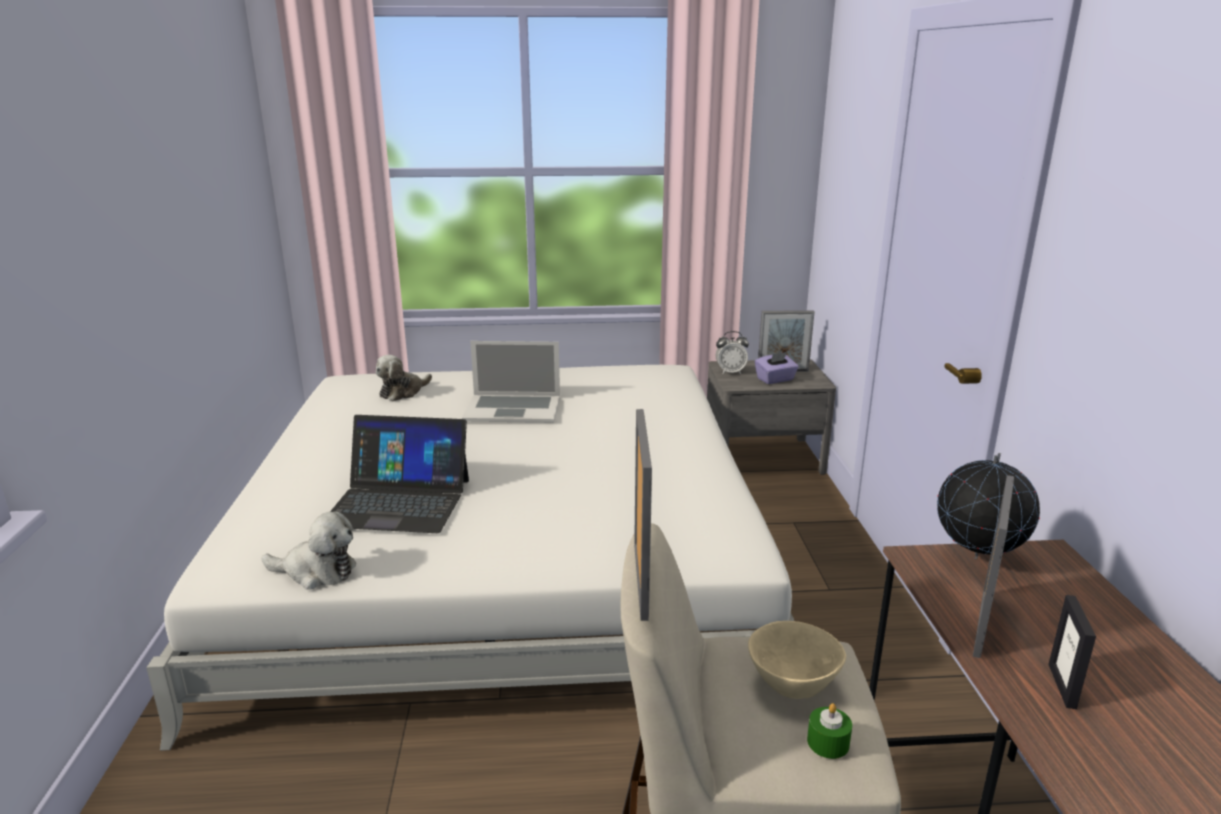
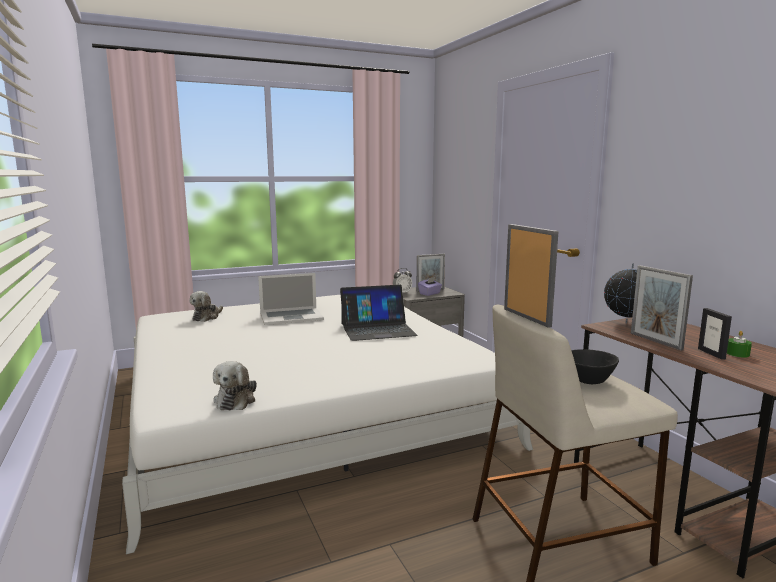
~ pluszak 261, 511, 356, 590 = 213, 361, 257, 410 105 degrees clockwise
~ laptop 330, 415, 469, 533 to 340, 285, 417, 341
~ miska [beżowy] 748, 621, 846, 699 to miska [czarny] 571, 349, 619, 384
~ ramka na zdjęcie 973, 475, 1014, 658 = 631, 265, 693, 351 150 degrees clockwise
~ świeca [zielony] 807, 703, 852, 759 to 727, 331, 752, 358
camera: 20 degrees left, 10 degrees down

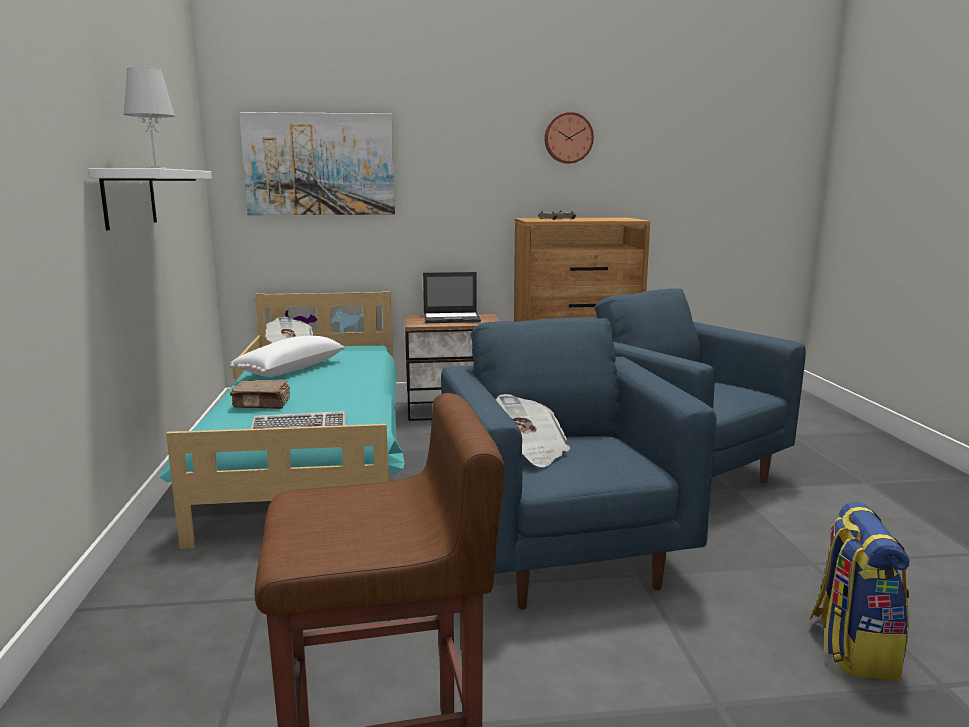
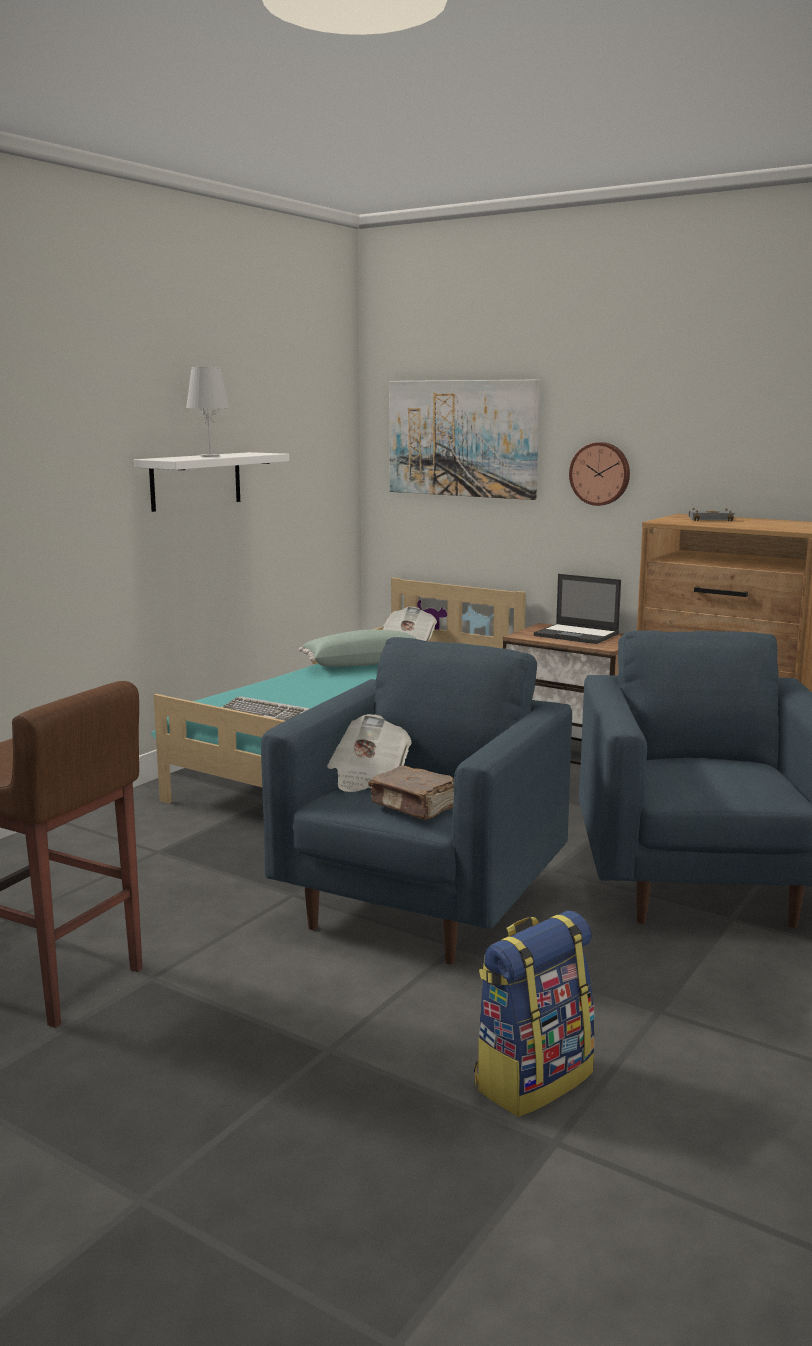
~ poduszka [biały] 230, 336, 344, 377 to poduszka [zielony] 299, 630, 416, 667
~ książka [brązowy] 230, 379, 290, 409 to 368, 766, 454, 820
~ zegar ścienny 544, 112, 594, 164 to 569, 442, 630, 506
camera: 40 degrees right, 0 degrees up

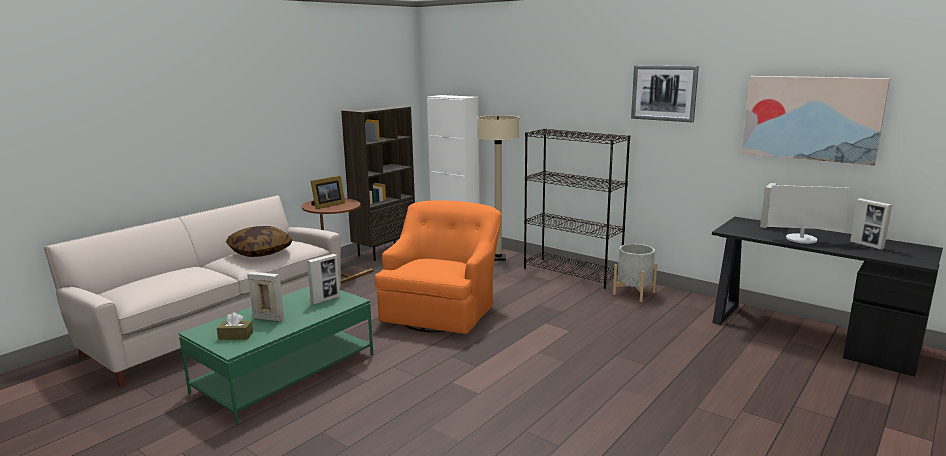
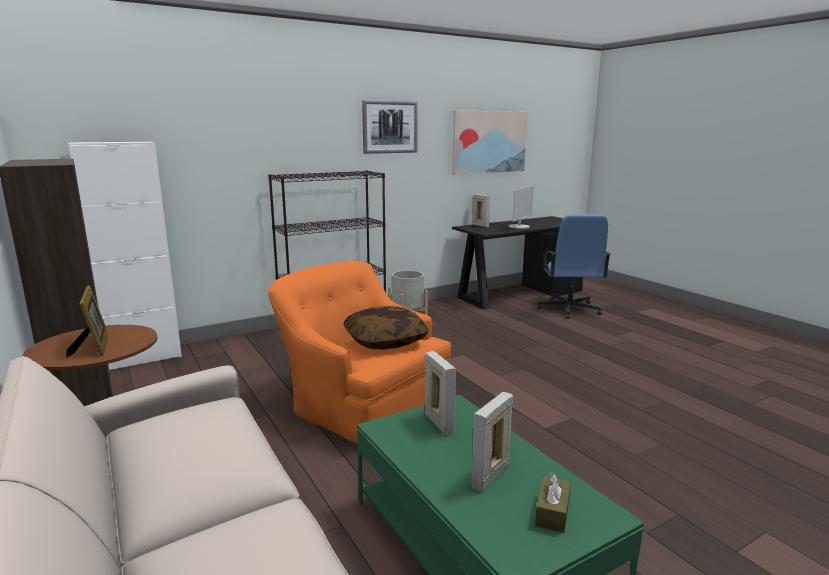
~ poduszka 226, 226, 293, 257 to 344, 306, 429, 349
+ krzesło biurowe [niebieski] 537, 214, 611, 319
- lampa stojąca [beżowy] 477, 115, 519, 261
- ramka na zdjęcie 850, 198, 893, 250
camera: 70 degrees left, 0 degrees up

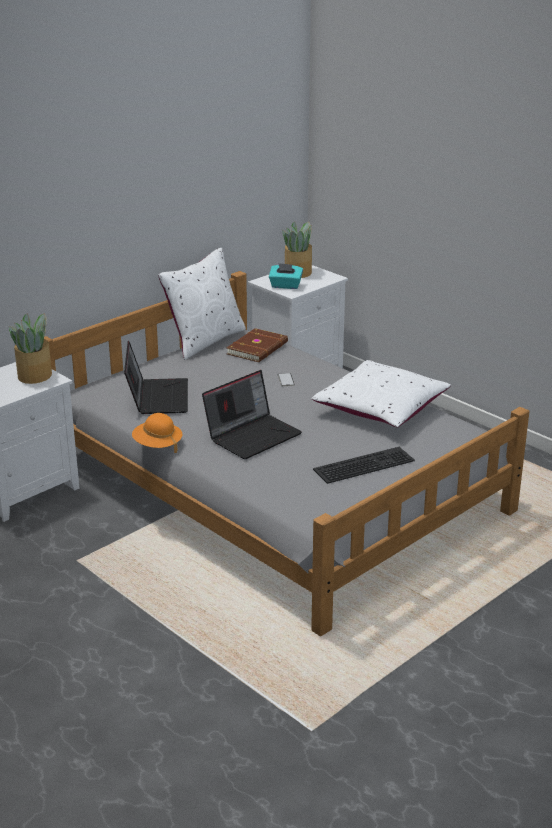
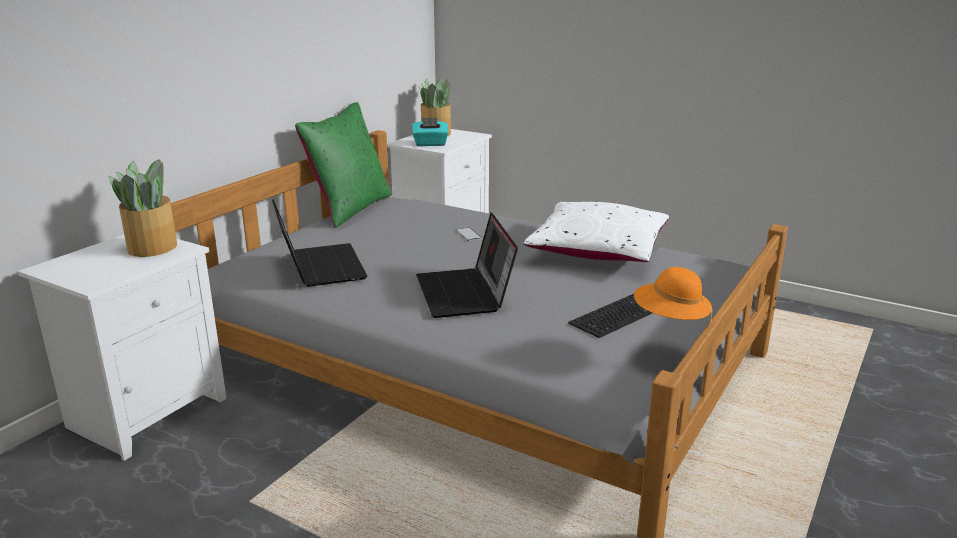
~ poduszka [biały] 158, 248, 246, 360 to poduszka [zielony] 295, 102, 391, 228
~ laptop 202, 370, 302, 459 = 416, 213, 518, 318 135 degrees clockwise
~ kapelusz [pomarańczowy] 132, 413, 182, 453 to 634, 267, 712, 326
- książka [brązowy] 227, 328, 288, 362
camera: 15 degrees left, 5 degrees down

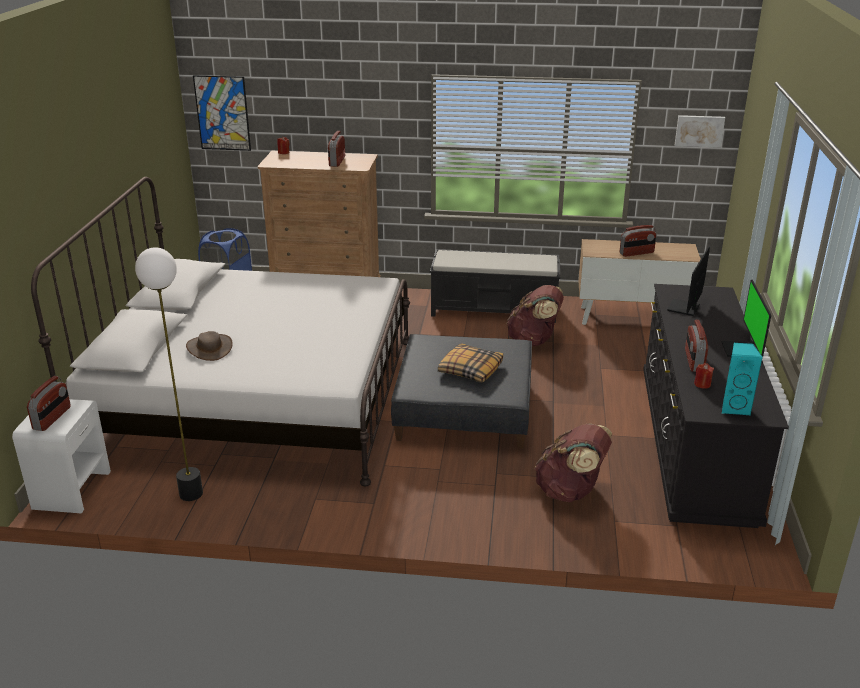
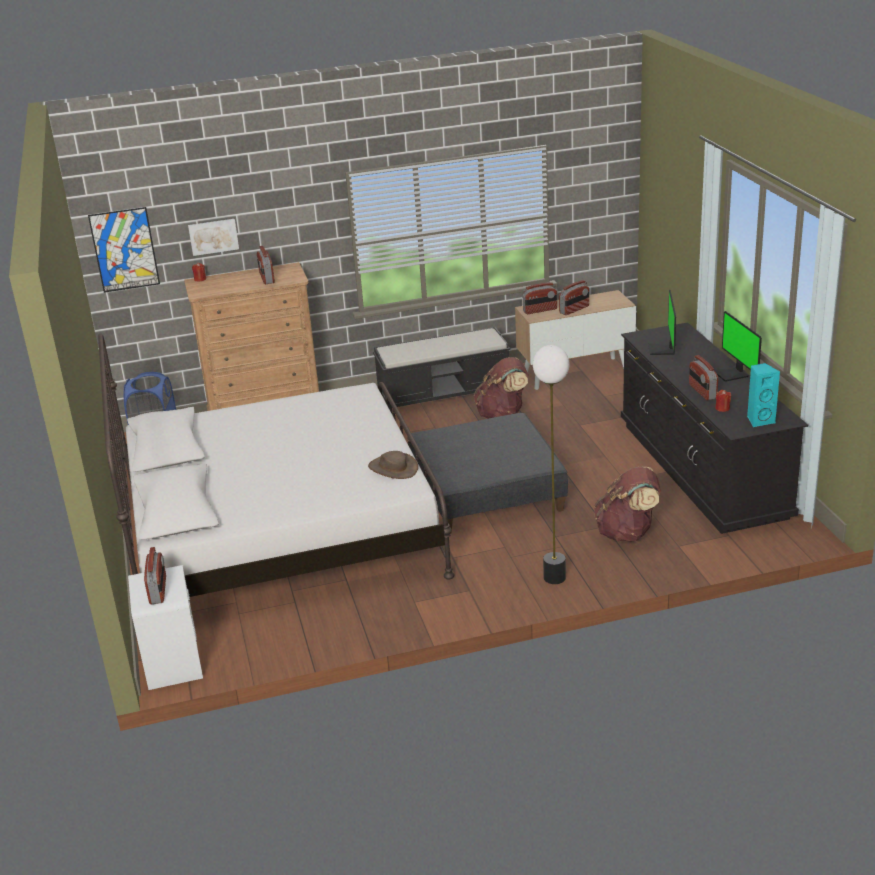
~ obraz 675, 115, 725, 148 to 188, 219, 239, 256
~ kapelusz [brązowy] 186, 331, 233, 361 to 368, 451, 418, 479
+ radio 522, 282, 558, 314
~ lampa stojąca 135, 247, 203, 501 to 533, 345, 570, 584
- poduszka 438, 343, 503, 383
camera: 20 degrees left, 0 degrees up

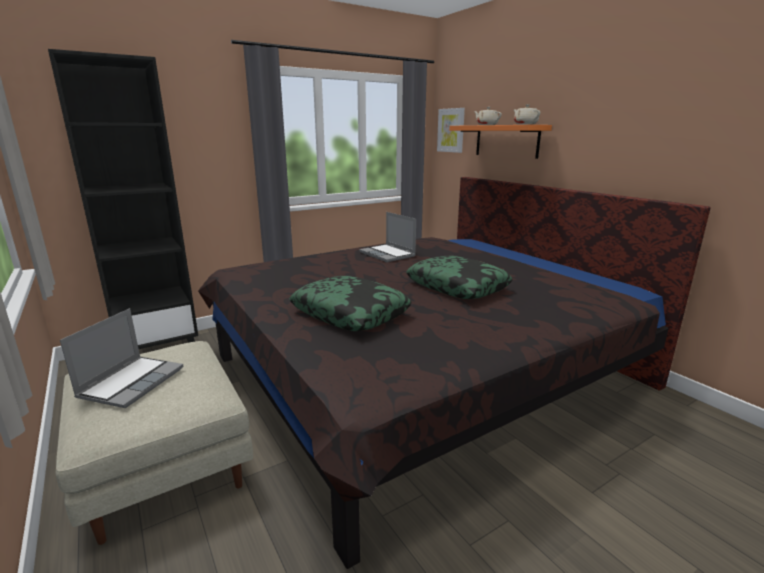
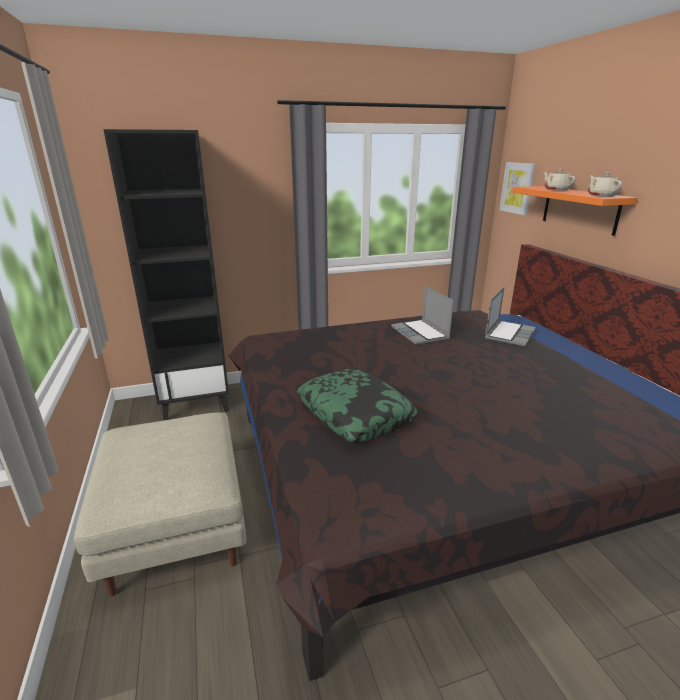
~ laptop 60, 308, 183, 408 to 485, 286, 536, 347
- poduszka 406, 255, 512, 299
camera: 15 degrees right, 5 degrees up

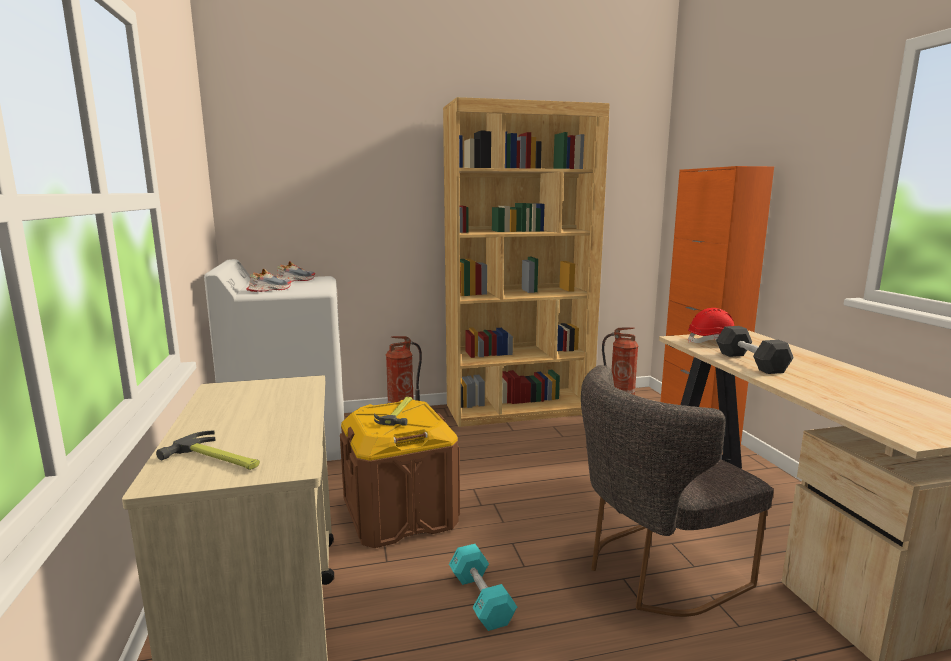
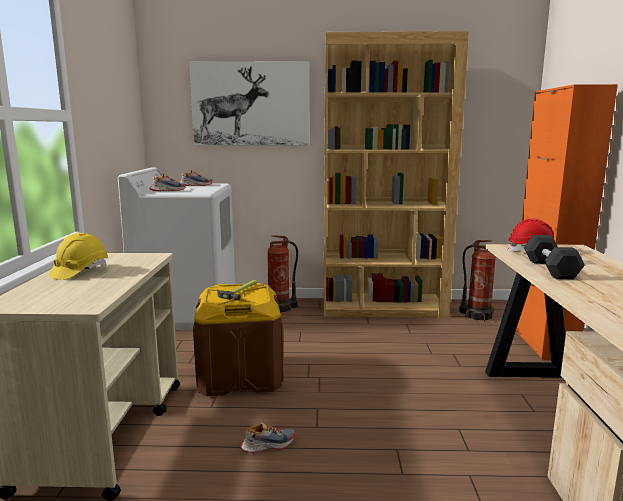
+ kask [żółty] 49, 233, 108, 280
+ obraz 189, 61, 309, 145
~ hantel [turkusowy] 449, 544, 517, 631 to but 240, 423, 295, 453
- młotek 156, 431, 260, 470
- krzesło [szary] 581, 365, 774, 617
camera: 15 degrees right, 0 degrees up

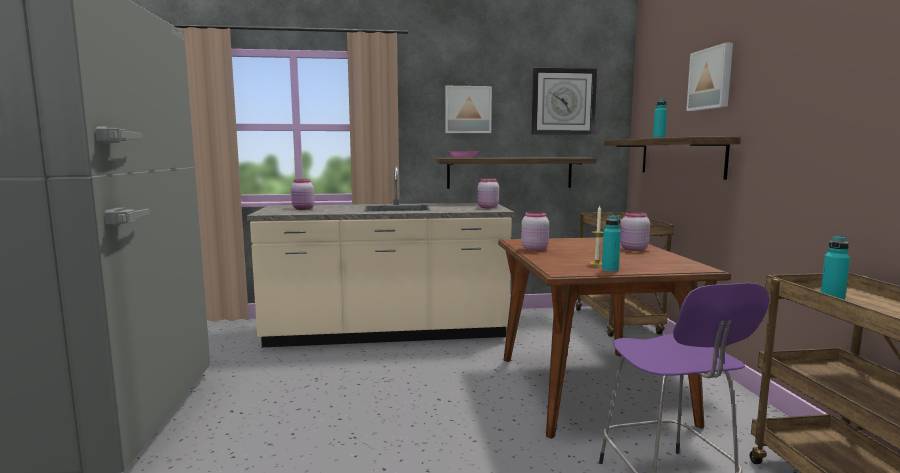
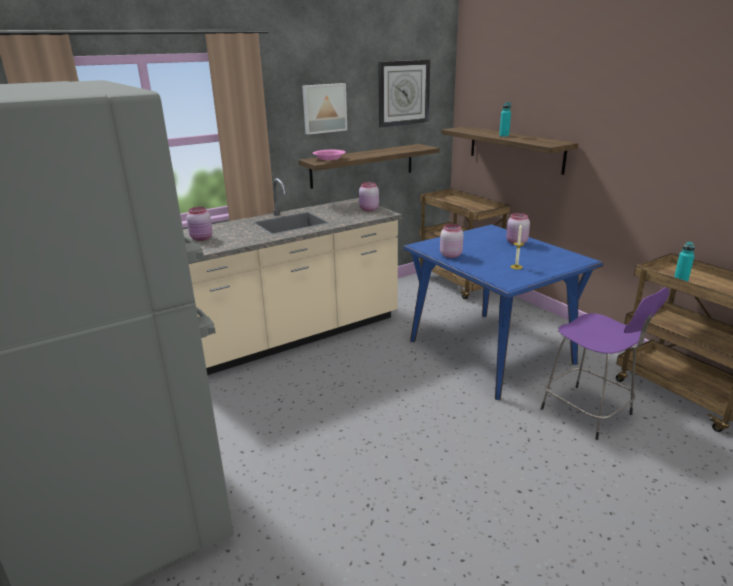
~ stół jadalny [brązowy] 498, 237, 731, 439 to stół jadalny [niebieski] 403, 224, 604, 400
- butelka [turkusowy] 602, 215, 621, 272
- obraz 686, 43, 733, 111
camera: 25 degrees left, 15 degrees up

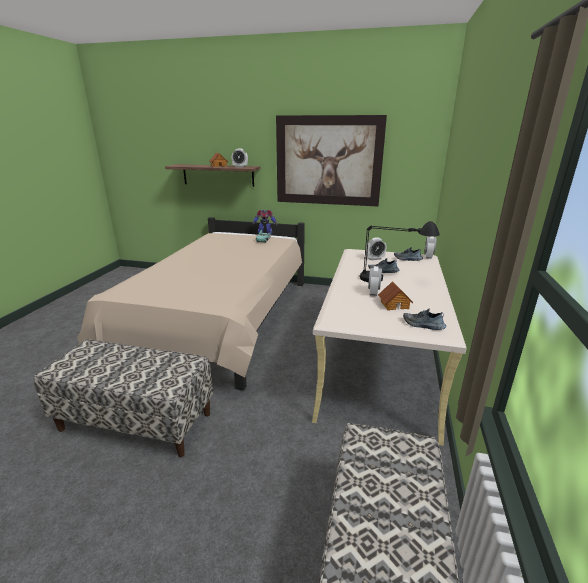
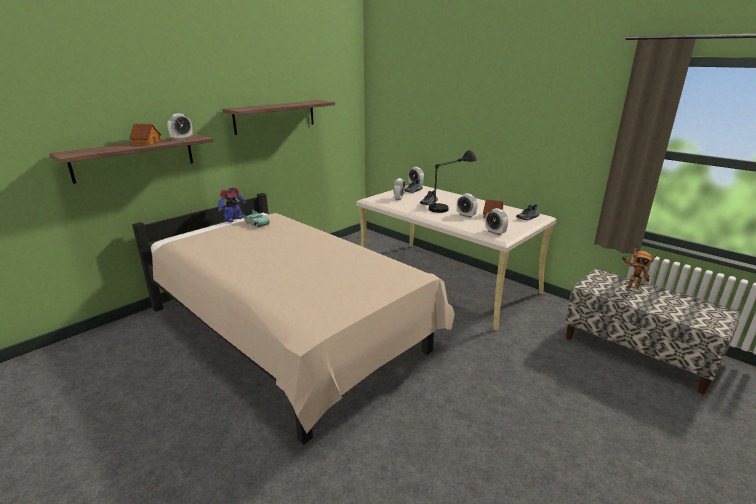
~ obraz 276, 115, 387, 206 to półka 222, 100, 335, 135
+ budzik 485, 208, 508, 235
+ robot zabawkowy 622, 248, 657, 288
- ławka 34, 339, 213, 457
camera: 60 degrees left, 0 degrees up

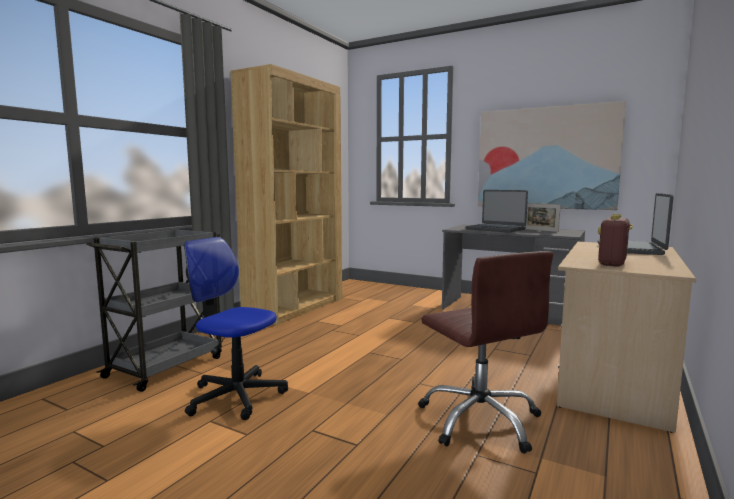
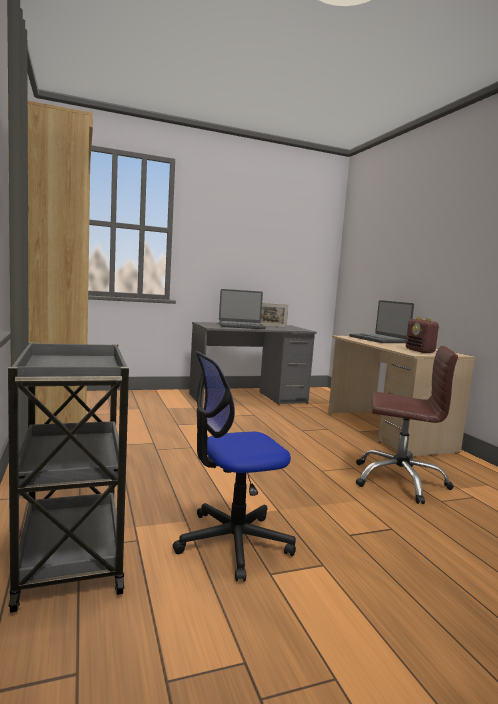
- obraz 478, 101, 626, 210
camera: 50 degrees left, 0 degrees up

